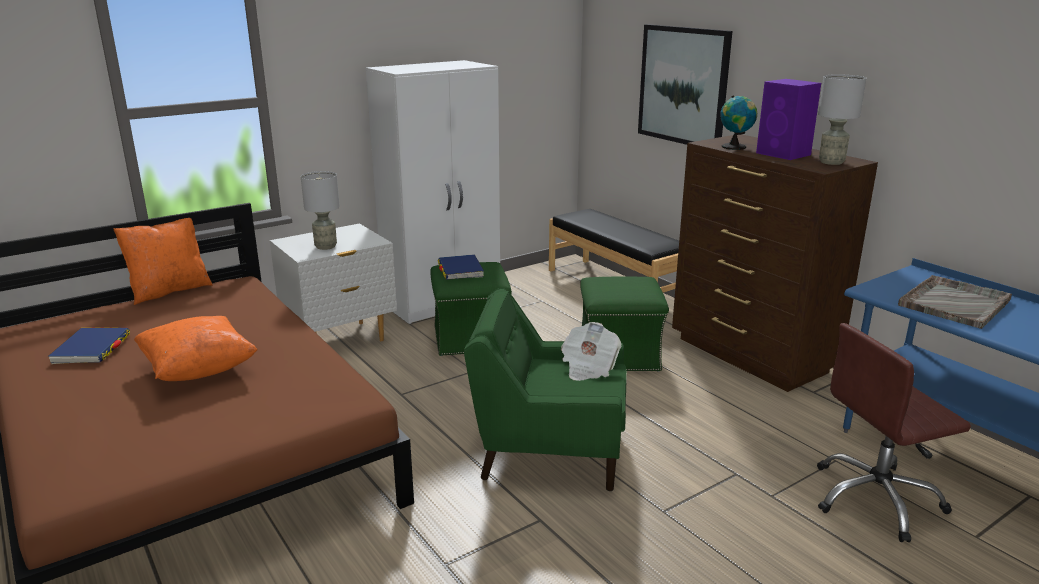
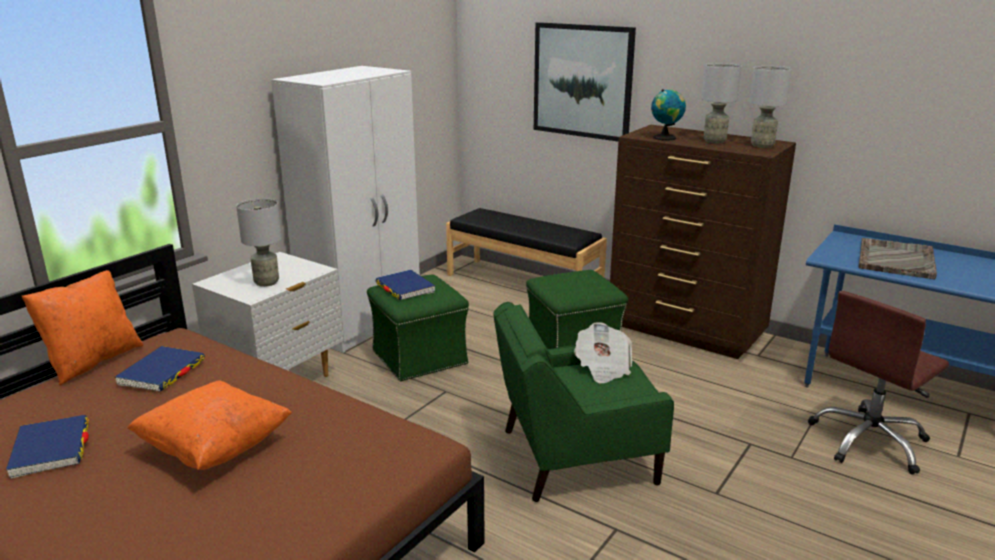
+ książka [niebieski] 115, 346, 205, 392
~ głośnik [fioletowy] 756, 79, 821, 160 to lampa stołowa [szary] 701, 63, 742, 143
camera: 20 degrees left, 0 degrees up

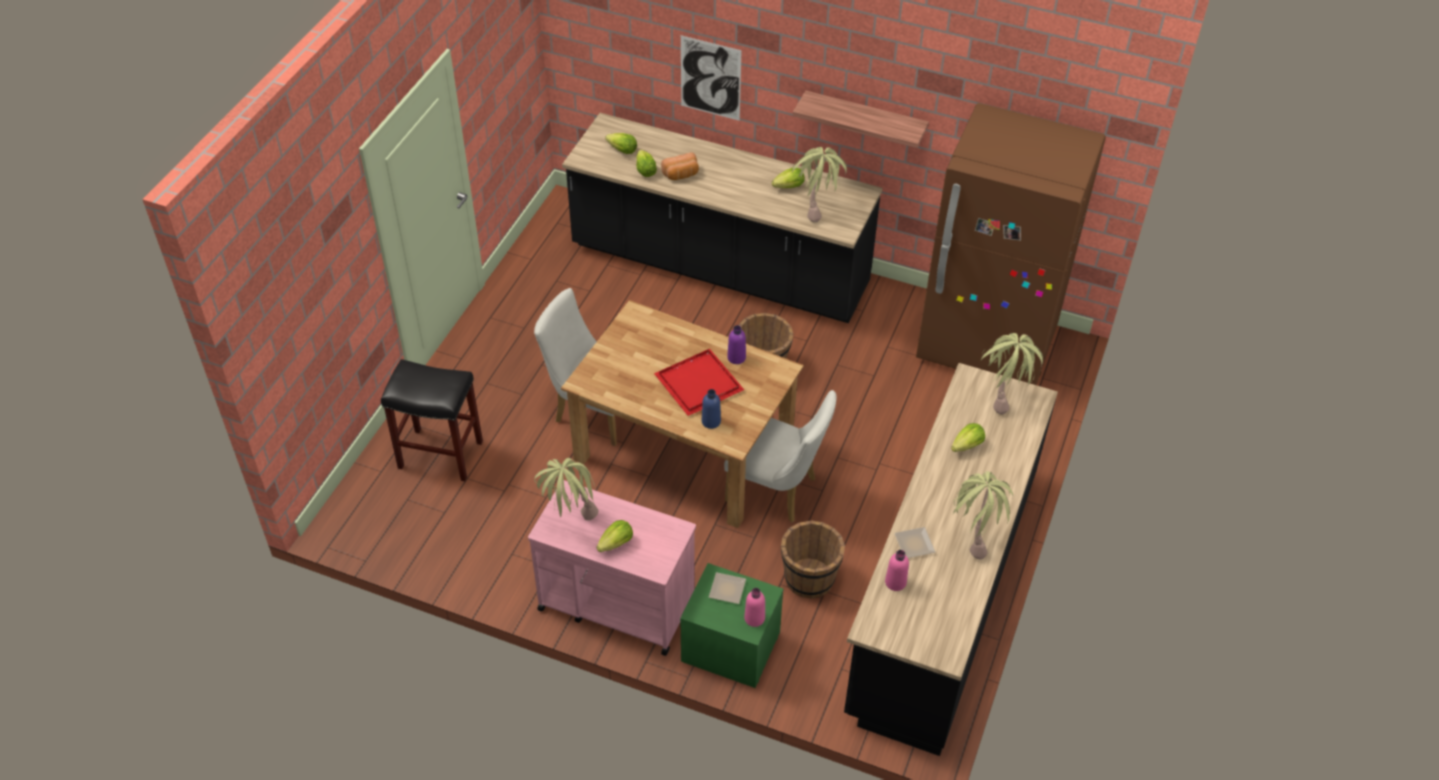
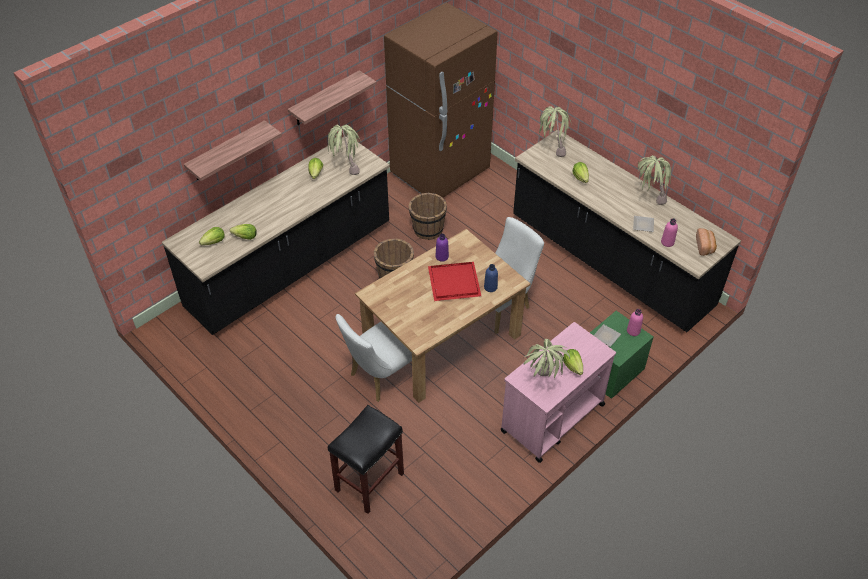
~ obraz 681, 35, 742, 121 to półka 184, 120, 282, 181
~ wiadro [brązowy] 781, 521, 845, 599 to 409, 193, 447, 240
~ chleb 661, 152, 699, 180 to 696, 228, 717, 256
camera: 65 degrees left, 0 degrees up

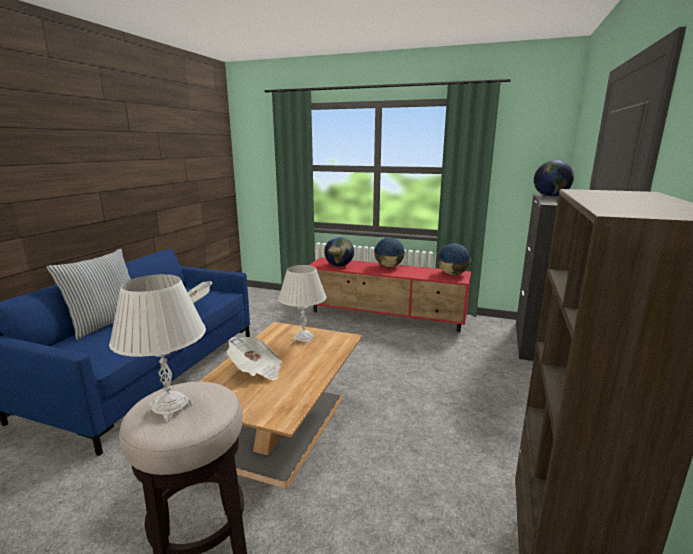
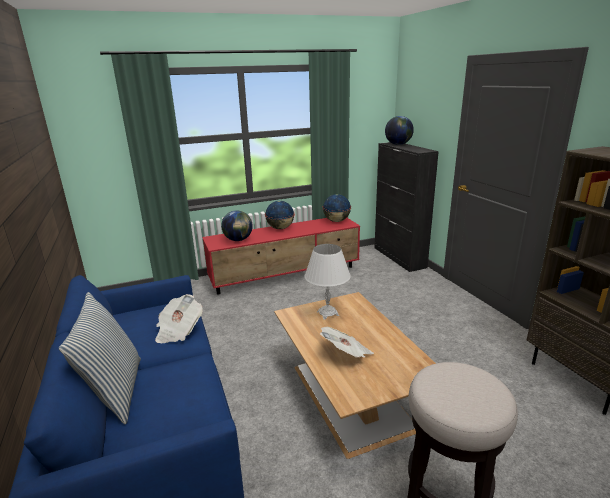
- lampa stołowa [biały] 109, 274, 206, 421
camera: 40 degrees left, 5 degrees up

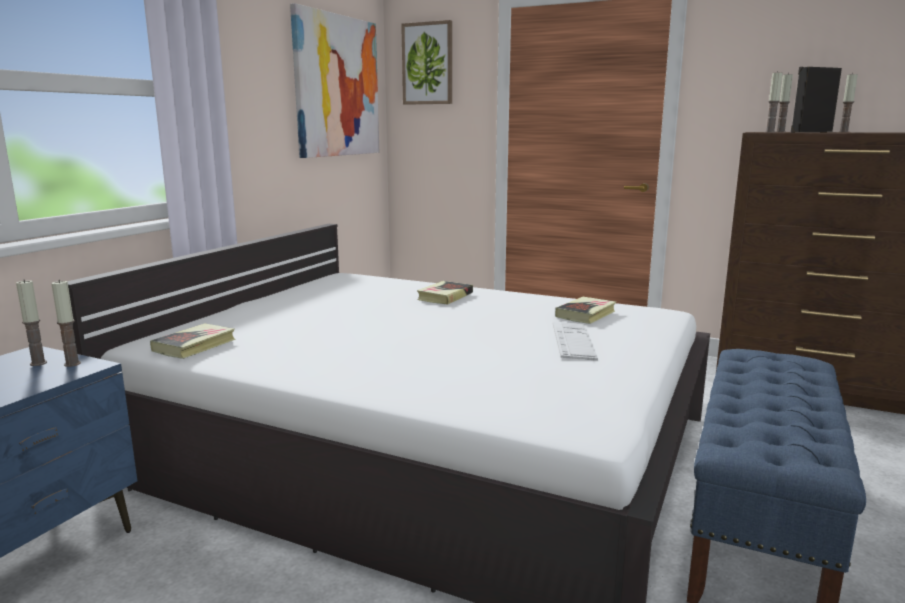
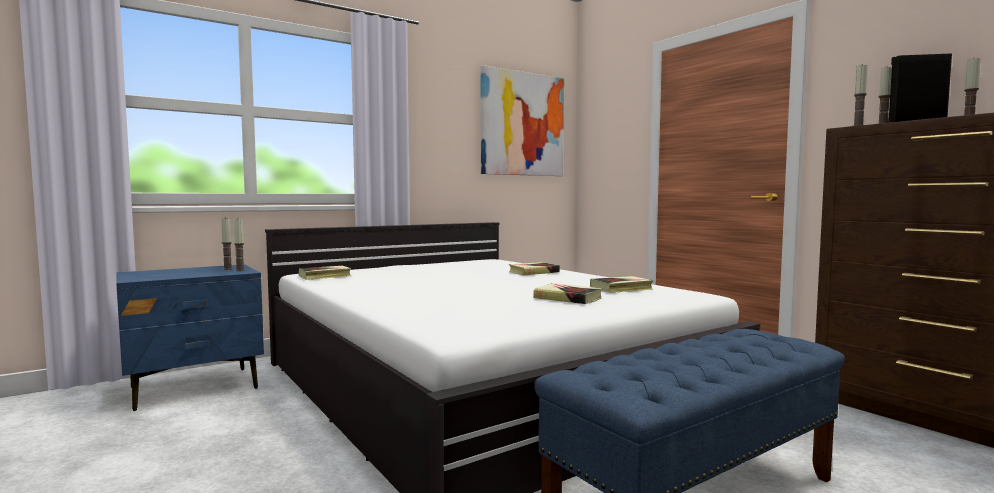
~ klawiatura 553, 322, 598, 361 to książka 533, 283, 602, 304
- obraz 401, 20, 452, 105
camera: 30 degrees right, 10 degrees down

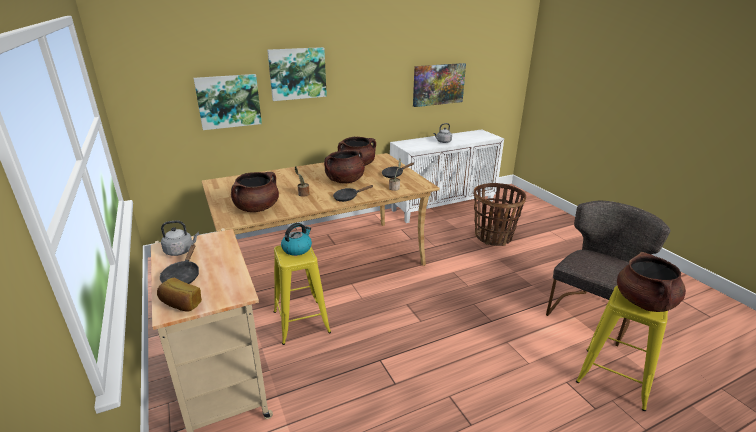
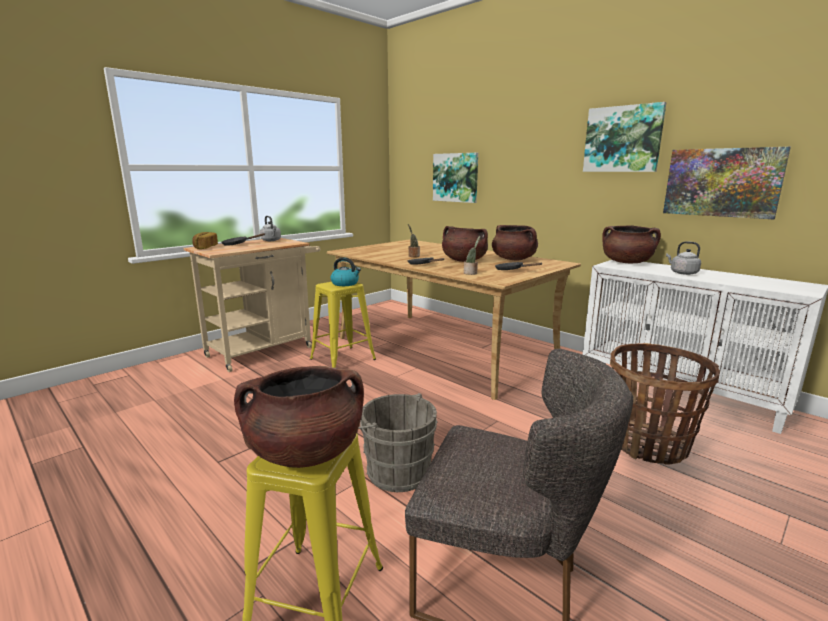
+ wiadro [szary] 358, 393, 438, 492
~ obraz 267, 47, 327, 101 to 583, 102, 666, 172
~ garnek [brązowy] 231, 172, 279, 212 to 602, 225, 661, 263
camera: 70 degrees right, 10 degrees down

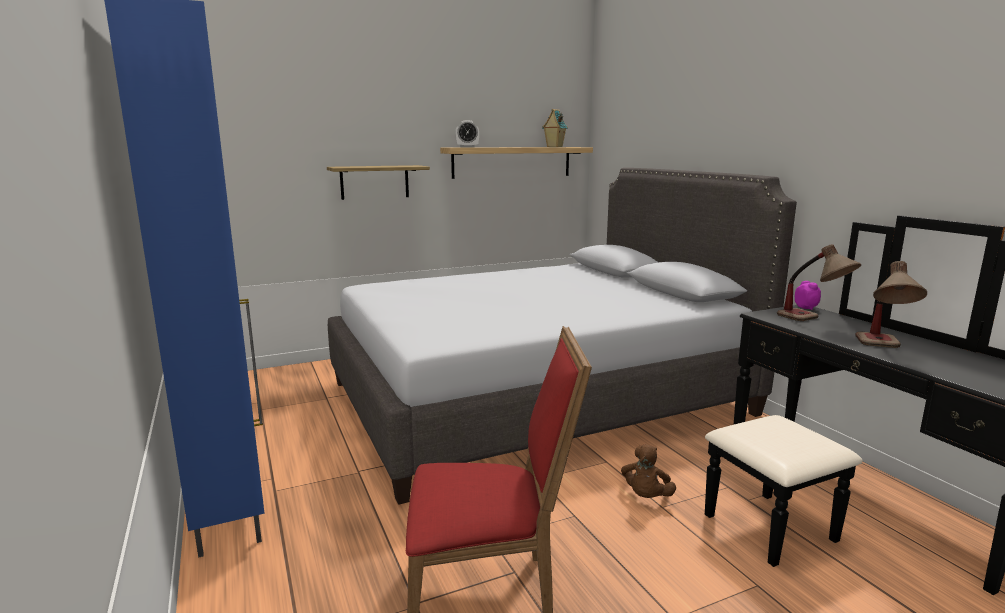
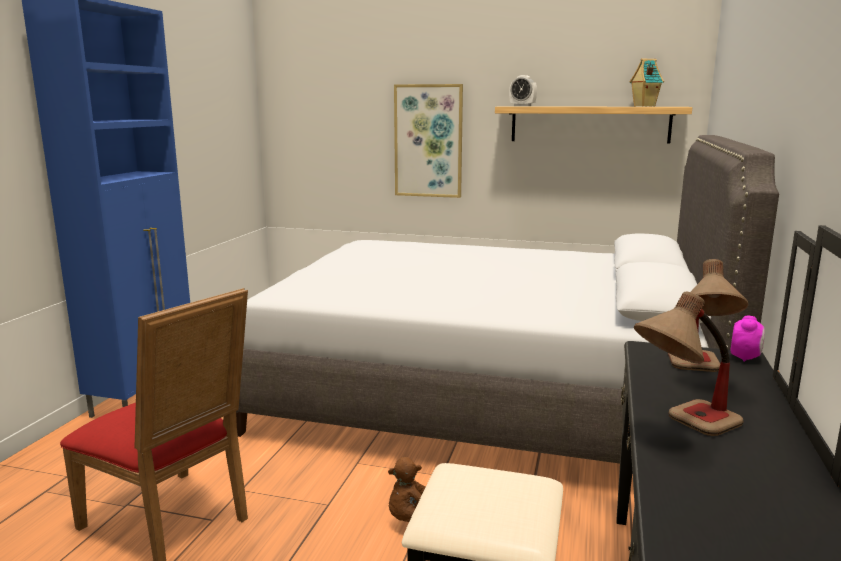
~ półka 327, 165, 430, 200 to obraz 394, 84, 463, 198
camera: 40 degrees right, 0 degrees up

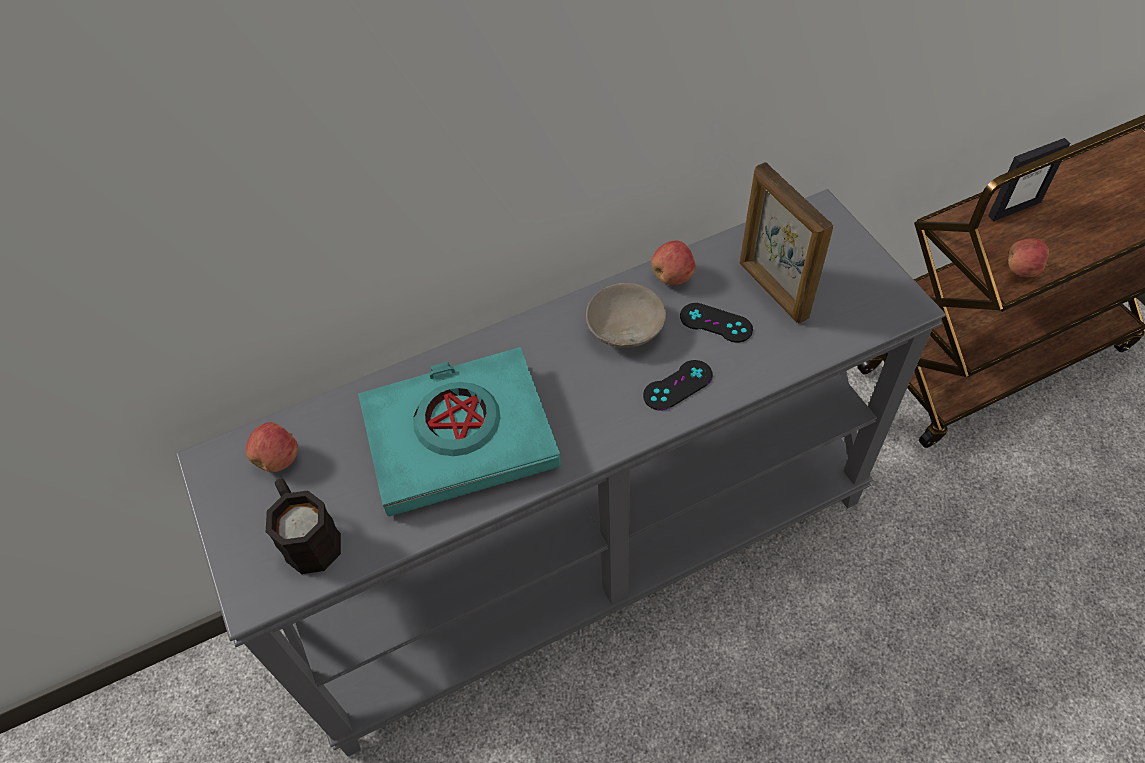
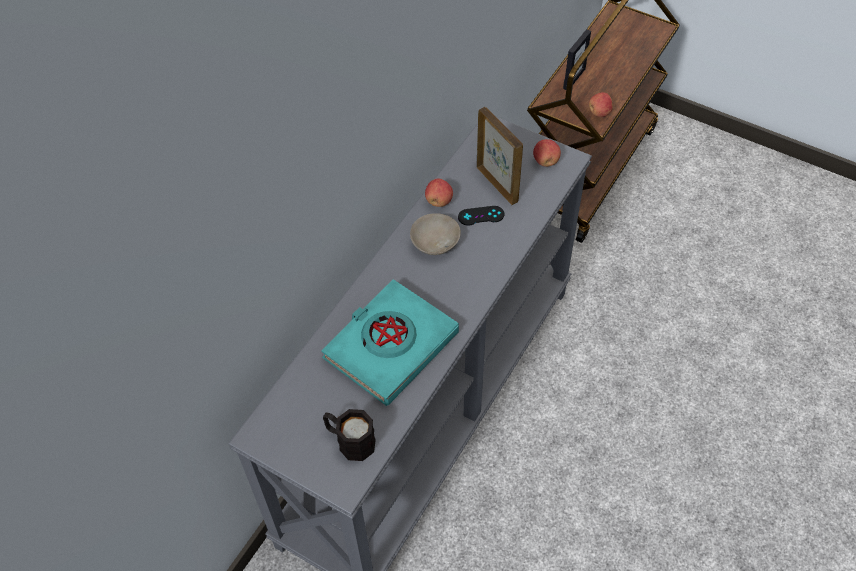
~ ramka na zdjęcie 740, 162, 834, 324 = 477, 107, 523, 205 150 degrees counterclockwise
~ jabłko 246, 422, 298, 472 to 533, 139, 561, 167
- pad do gier [czarny] 643, 360, 713, 411
camera: 35 degrees left, 0 degrees up

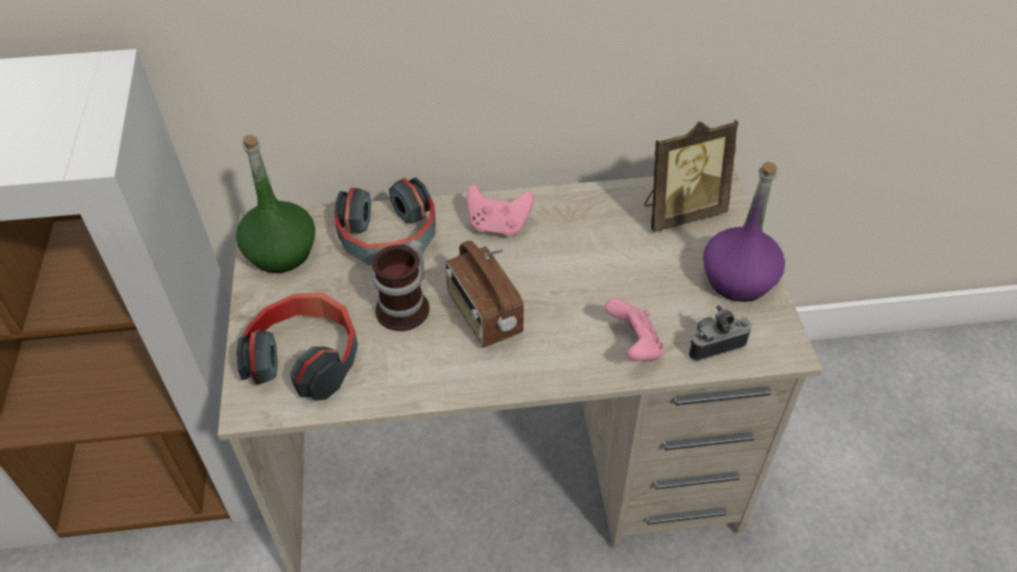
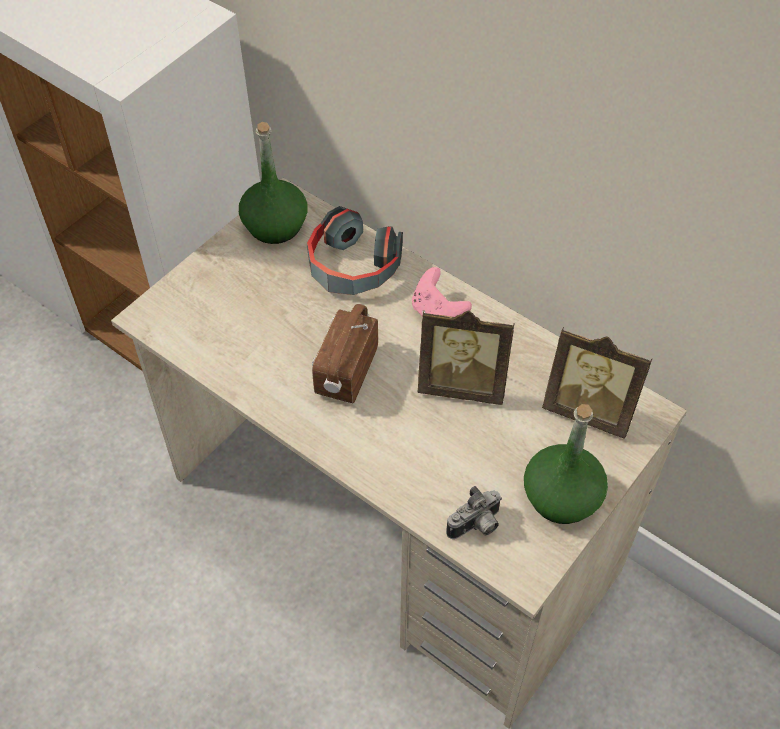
+ ramka na zdjęcie 418, 311, 514, 405
~ aparat fotograficzny 689, 305, 752, 361 = 446, 486, 502, 539 120 degrees clockwise
~ butelka [fioletowy] 703, 161, 785, 302 to butelka [zielony] 524, 404, 608, 524
- słuchawki 236, 292, 358, 400
- kubek 372, 239, 430, 331
- pad do gier [różowy] 604, 299, 664, 362
camera: 45 degrees right, 5 degrees up

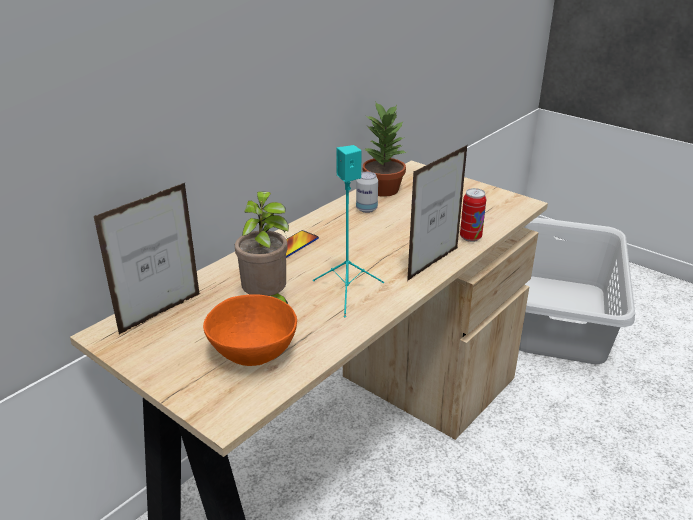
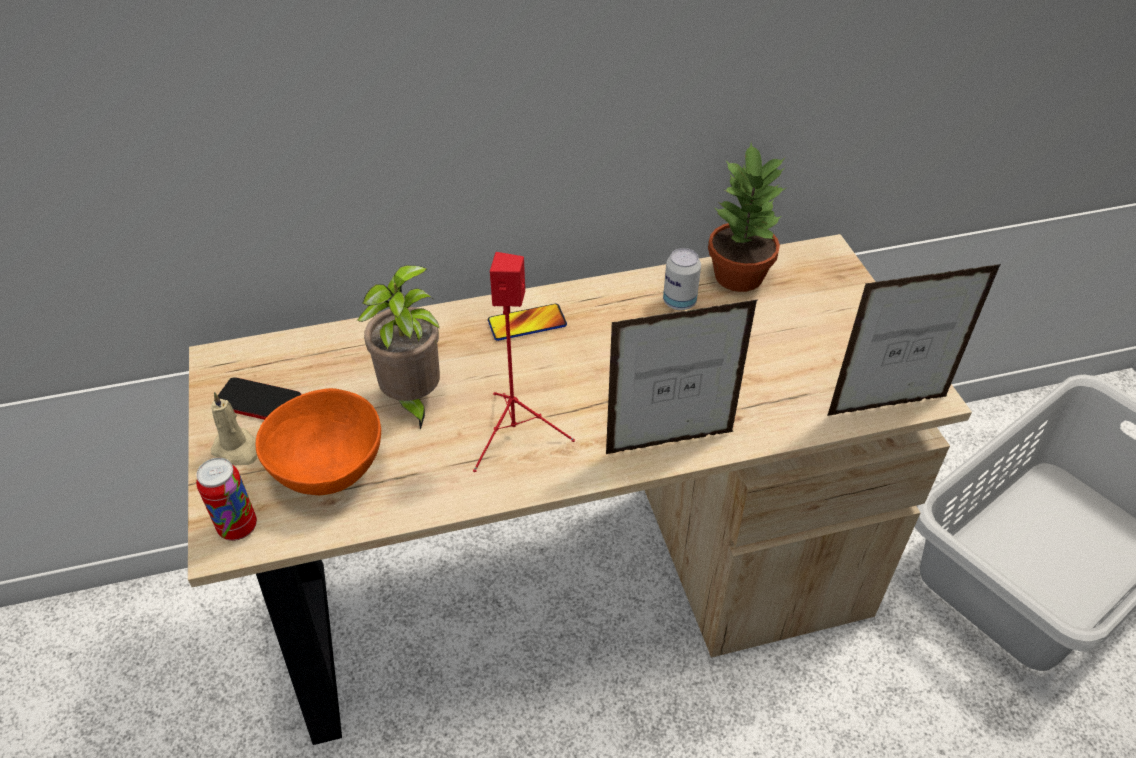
~ puszka 460, 188, 486, 242 to 196, 458, 257, 541
+ świeca [beżowy] 211, 392, 257, 465
+ telefon 214, 377, 302, 420
~ głośnik [turkusowy] 313, 145, 384, 317 to głośnik [czerwony] 473, 252, 575, 472
~ ramka na zdjęcie 94, 183, 200, 335 to 827, 264, 1001, 416
camera: 35 degrees right, 15 degrees up

